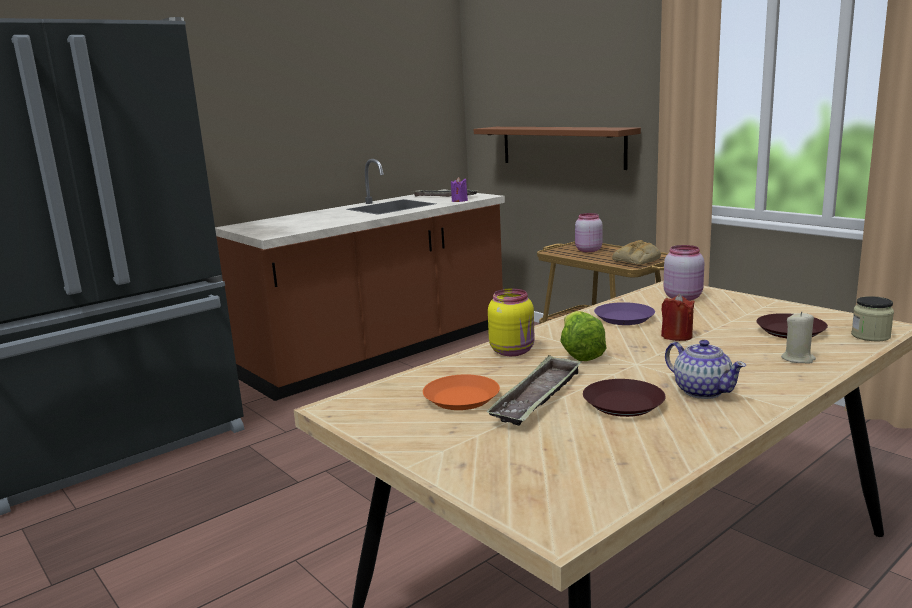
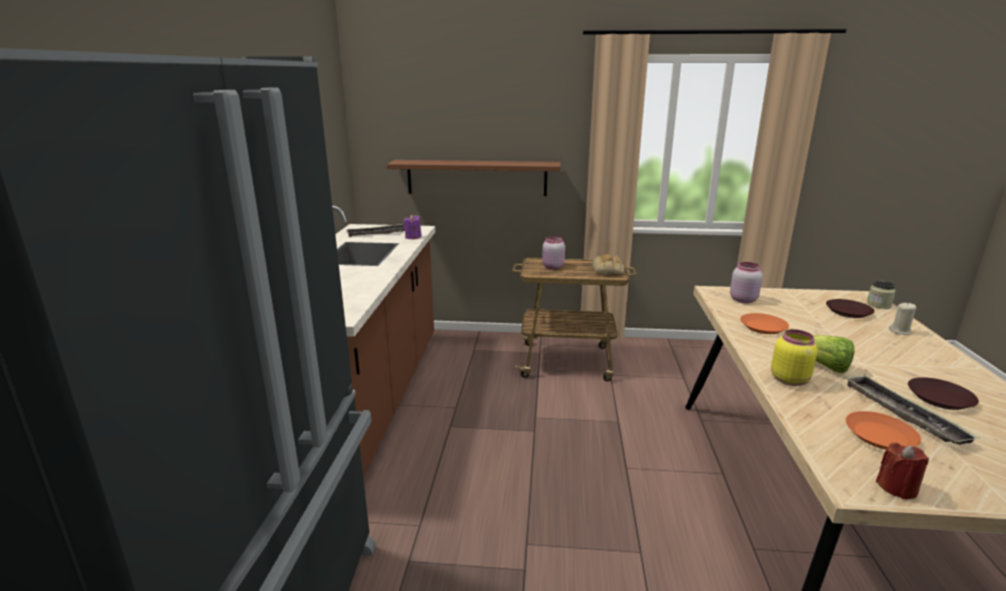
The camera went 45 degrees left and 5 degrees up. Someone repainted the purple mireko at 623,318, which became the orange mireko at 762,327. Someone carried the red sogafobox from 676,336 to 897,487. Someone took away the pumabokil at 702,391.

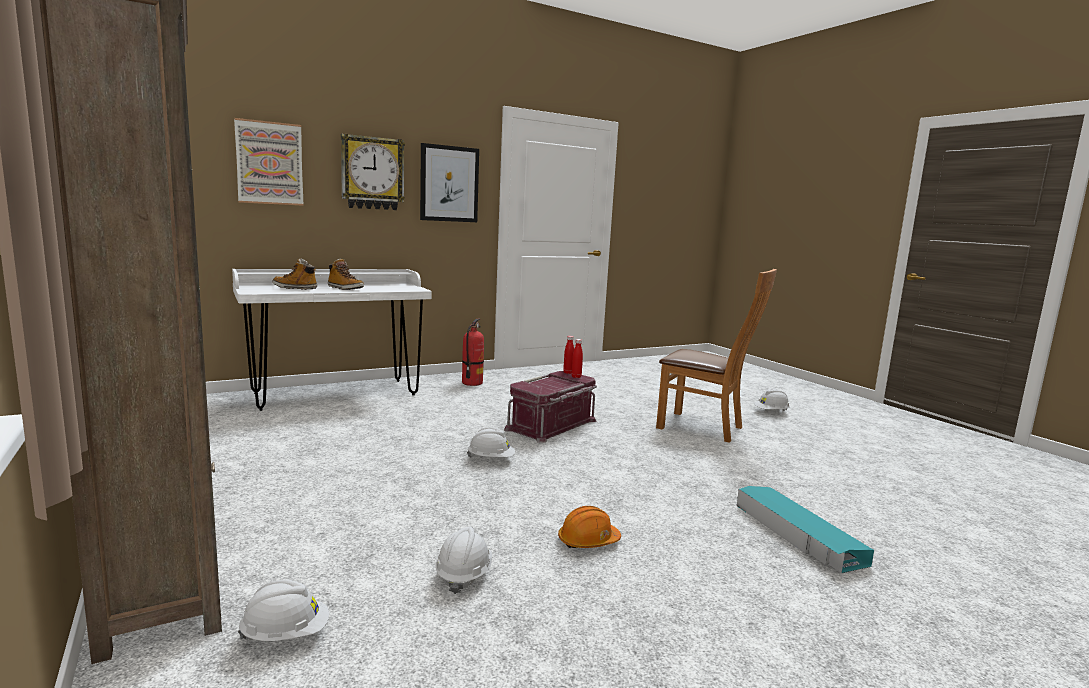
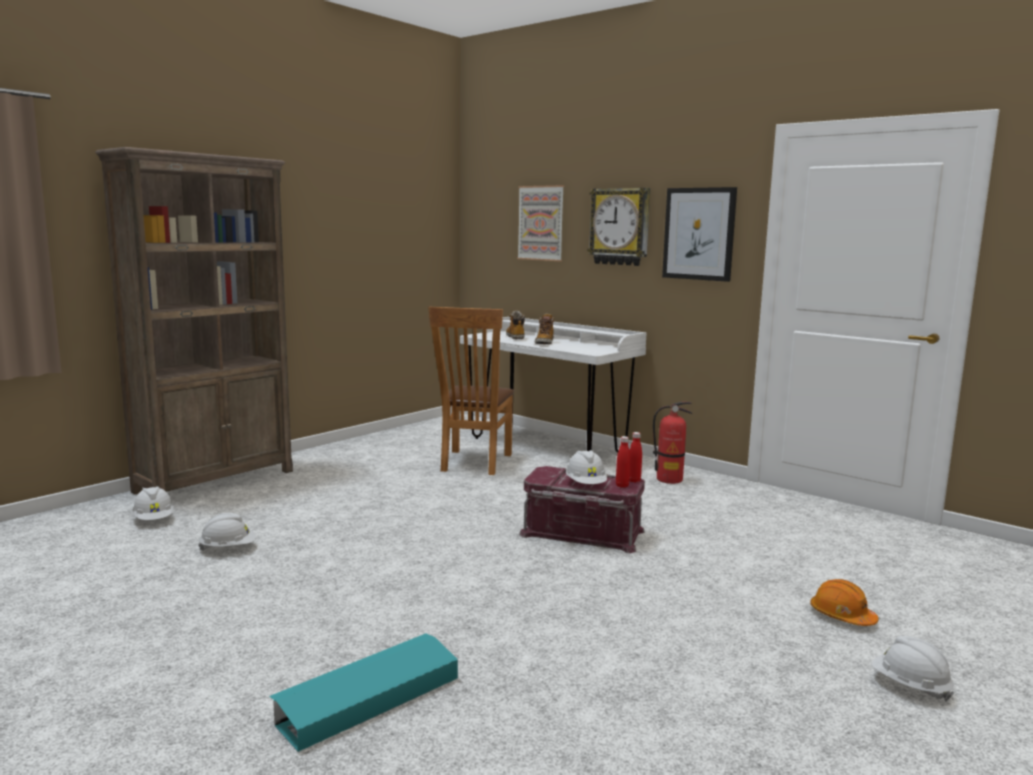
The camera went 70 degrees right and 0 degrees up. Someone carried the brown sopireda from 705,428 to 473,464. Someone carried the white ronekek from 491,459 to 586,485. Someone carried the orange ronekek from 588,541 to 842,616.

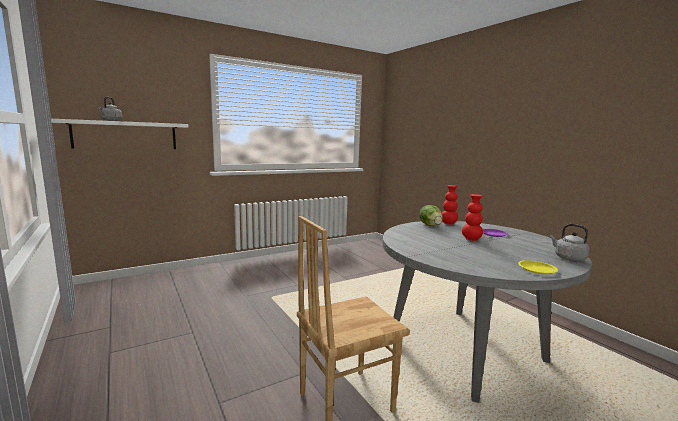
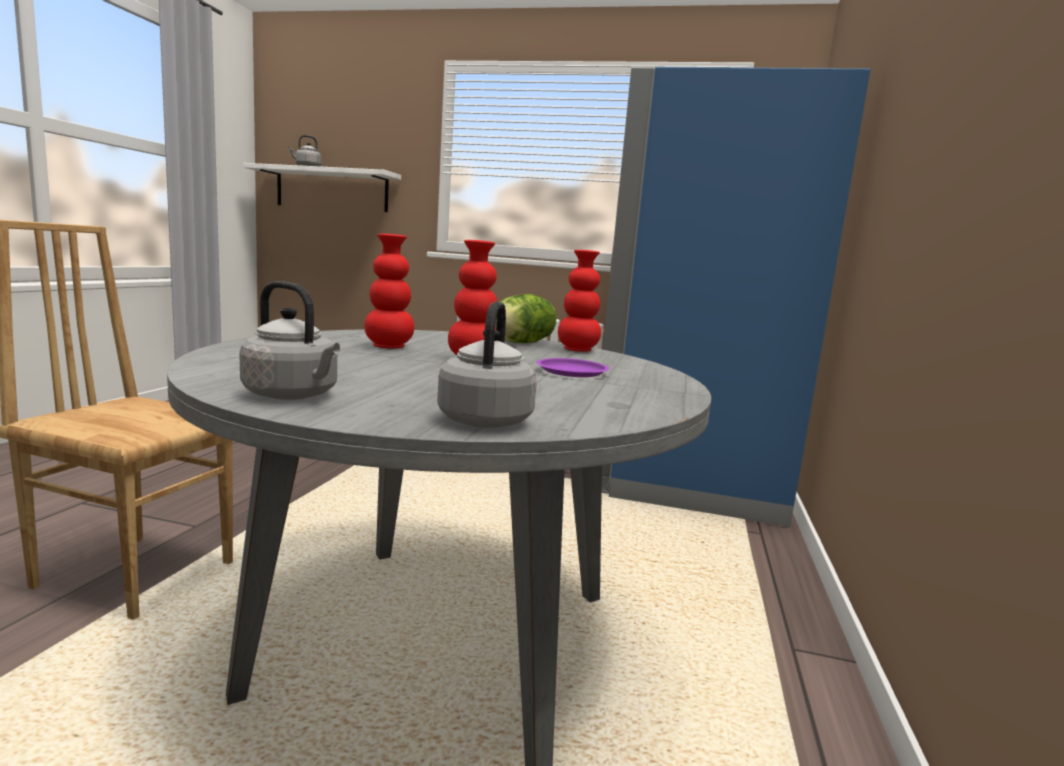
The camera went 45 degrees right and 0 degrees up. Someone swapped the yellow mireko at 537,269 for the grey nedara at 294,395. Someone put down the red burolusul at 388,347. Someone put down the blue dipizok at 684,469.

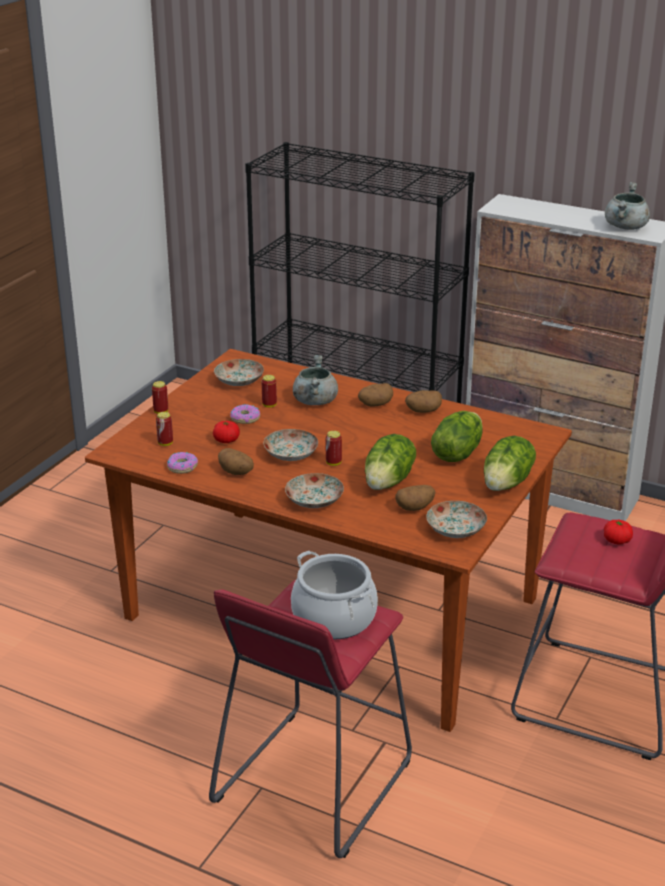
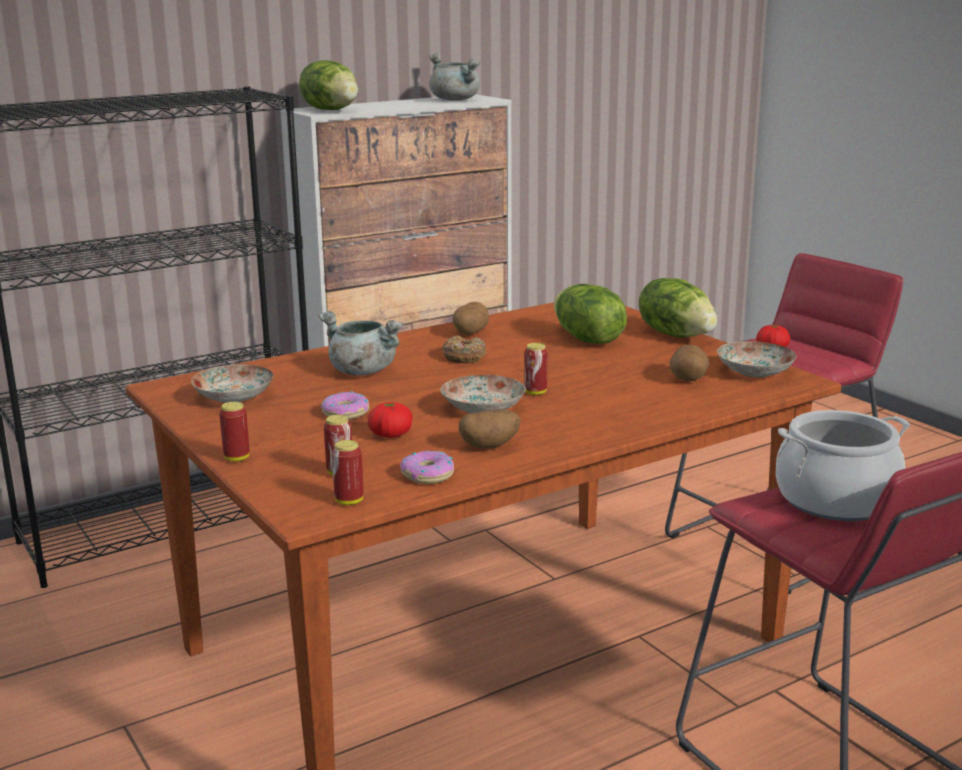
The camera went 60 degrees left and 10 degrees down. Someone carried the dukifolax from 389,481 to 331,110. Someone carried the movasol from 269,405 to 349,501. Someone put down the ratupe at 464,357. Someone took away the mireko at 314,501. Someone took away the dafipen at 375,404.

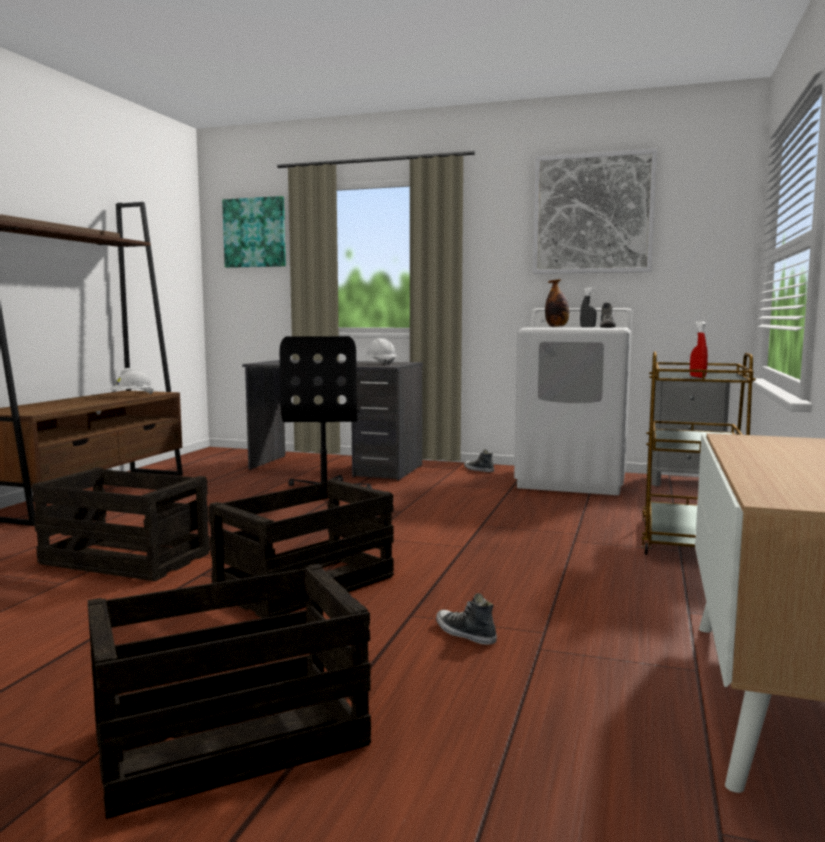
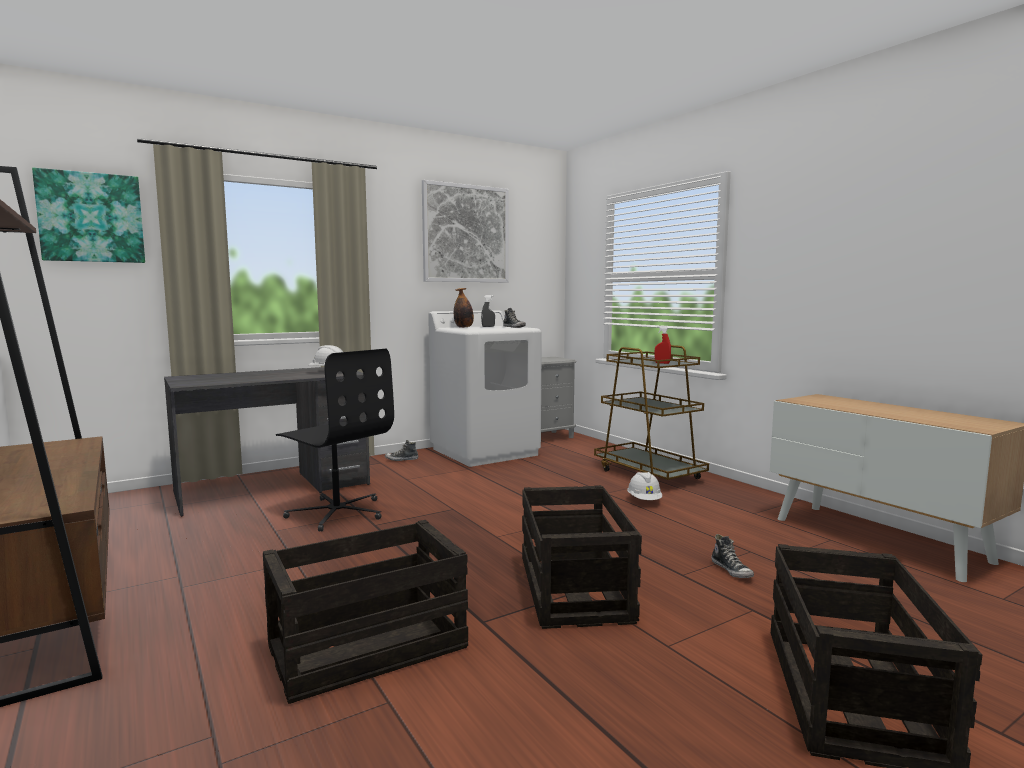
The camera went 50 degrees left and 0 degrees up. Someone carried the white ronekek from 132,396 to 644,500. Someone rotated the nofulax at 465,634 by 105 degrees counterclockwise.

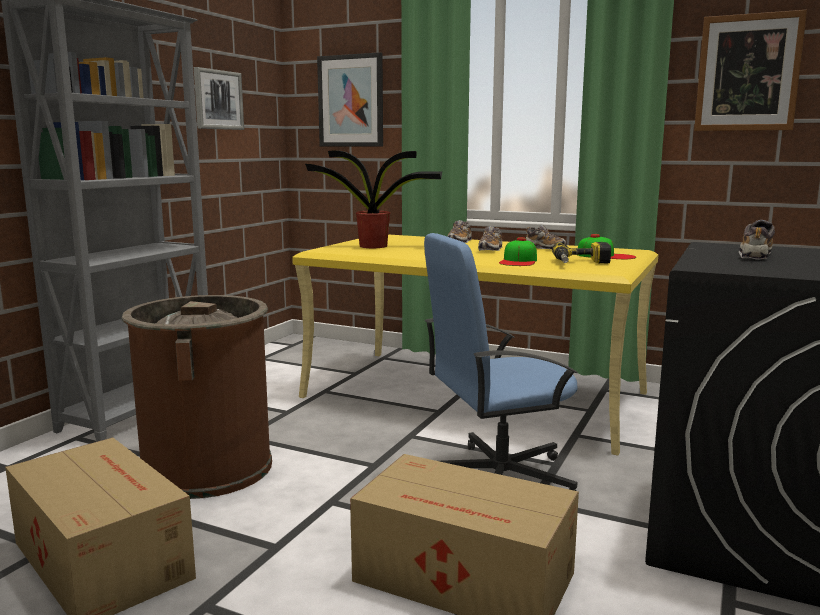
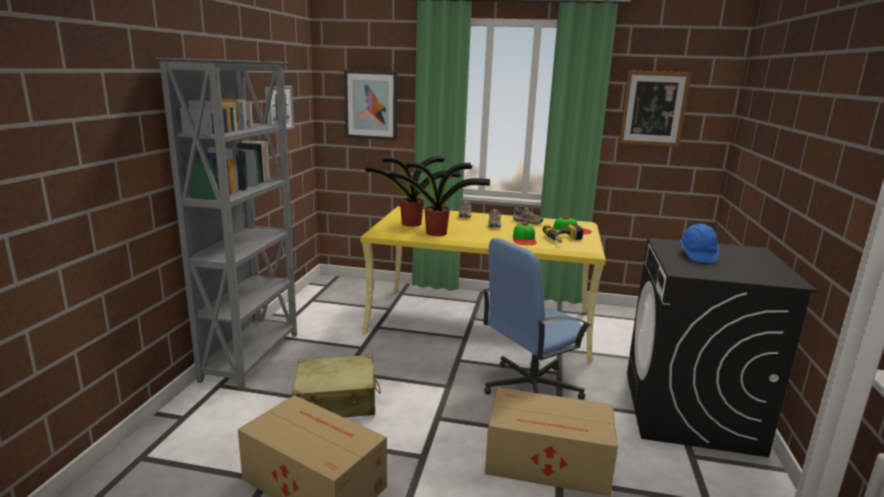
The camera went 15 degrees left and 5 degrees up. Someone swapped the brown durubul at 207,467 for the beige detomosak at 336,400. Someone put down the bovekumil at 437,233. Someone swapped the nofulax at 755,255 for the blue ronekek at 697,255.

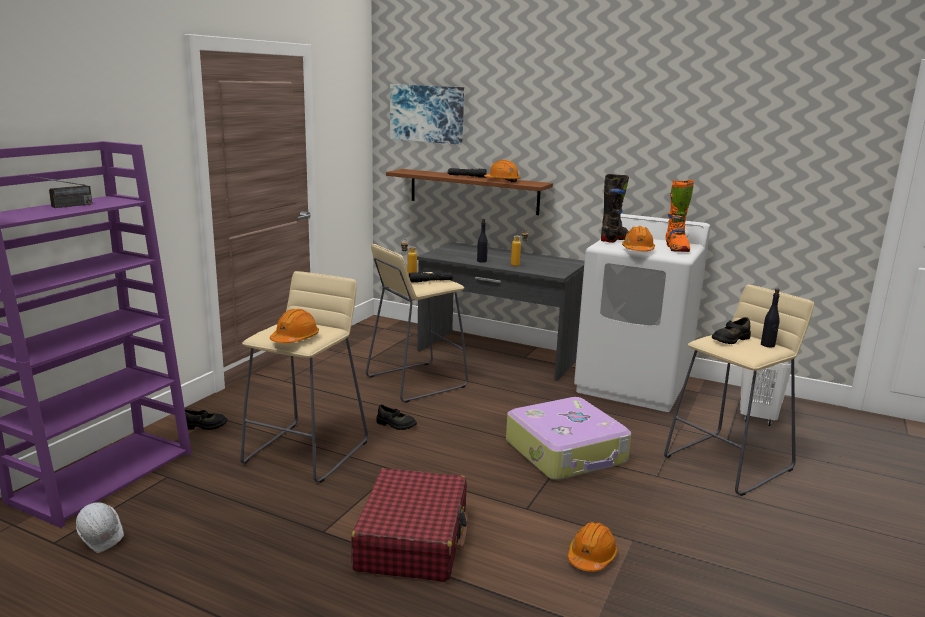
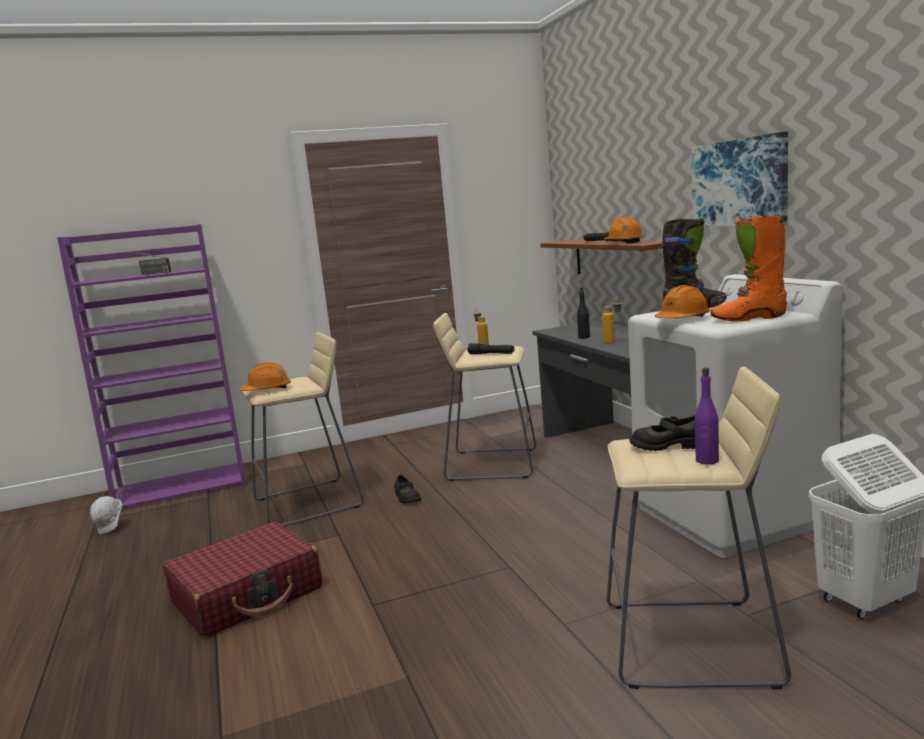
The camera went 45 degrees right and 5 degrees down. Someone carried the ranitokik from 427,113 to 740,183. Someone repainted the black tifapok at 767,345, which became the purple tifapok at 707,460. Someone rotated the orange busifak at 676,249 by 45 degrees clockwise. Someone took away the black nofulax at 204,426. Someone took away the detomosak at 567,452. Someone took away the orange ronekek at 591,557.

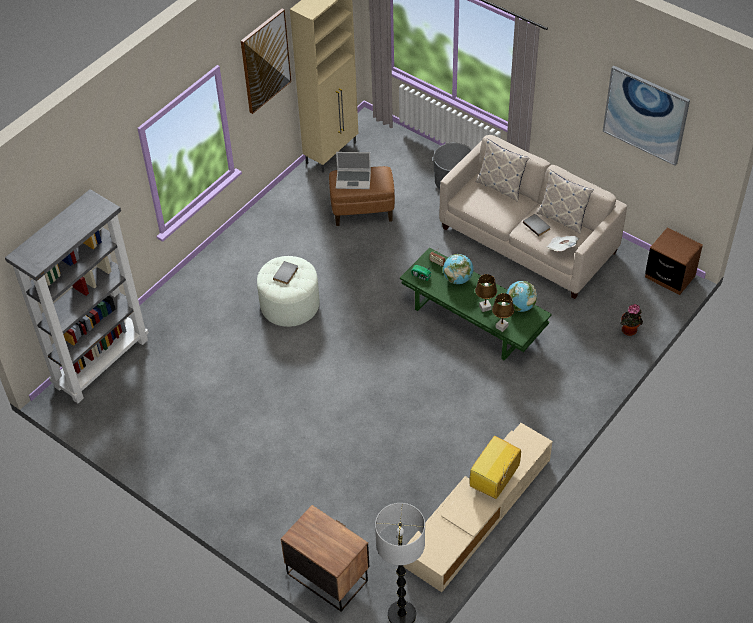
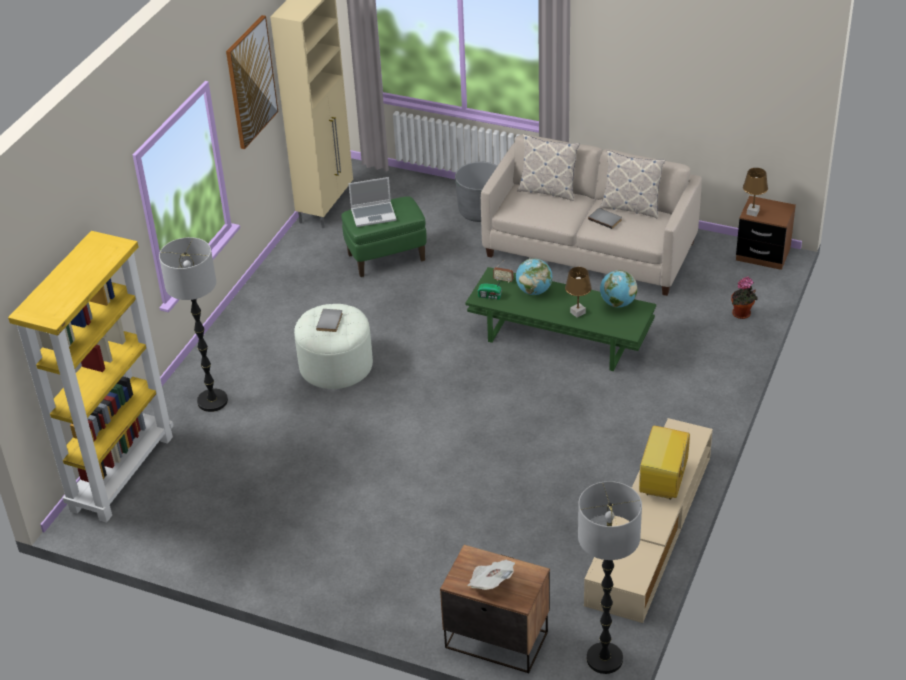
The camera went 15 degrees left and 10 degrees down. Someone repainted the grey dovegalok at 101,362, which became the yellow dovegalok at 122,472. Someone put down the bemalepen at 212,401. Someone repainted the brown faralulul at 363,212, which became the green faralulul at 386,257. Someone carried the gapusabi from 561,248 to 491,582. Someone carried the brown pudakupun from 501,327 to 753,212. Someone took away the ranitokik at 645,115.

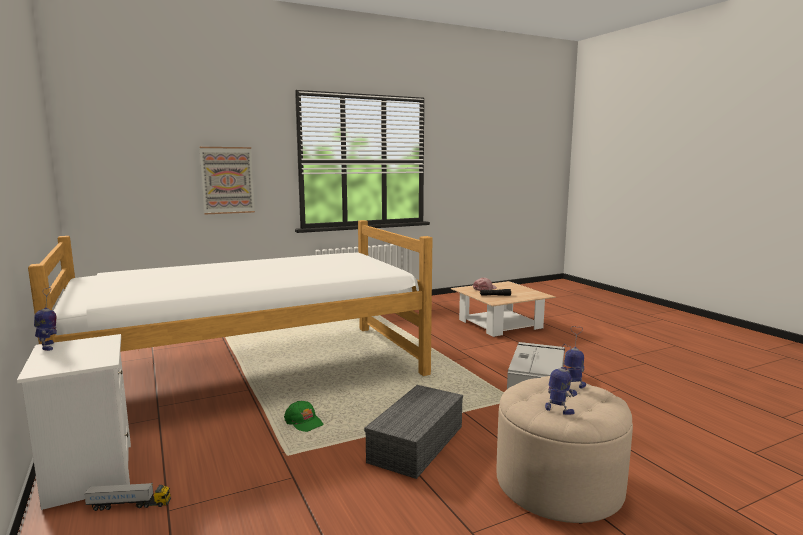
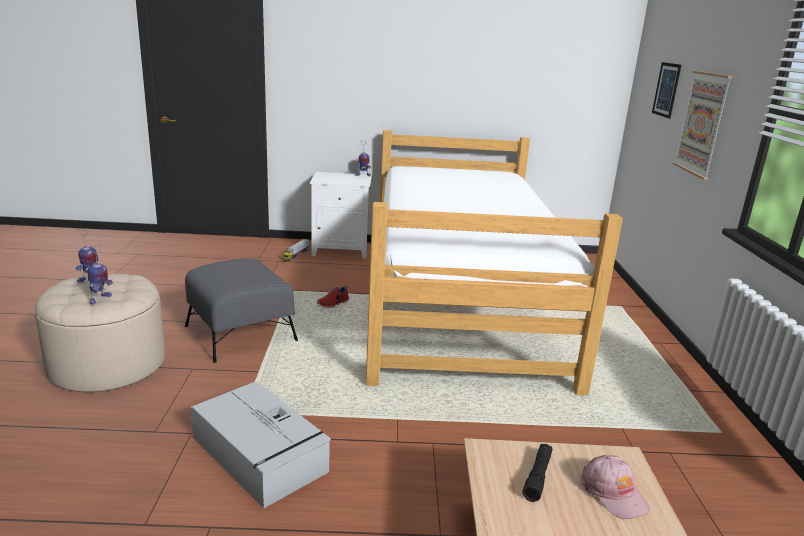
The camera went 115 degrees right and 10 degrees up. Someone swapped the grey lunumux at 417,444 for the grey faralulul at 240,333. Someone swapped the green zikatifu at 304,422 for the red nofulax at 333,304. Someone put up the ranitokik at 666,89.

